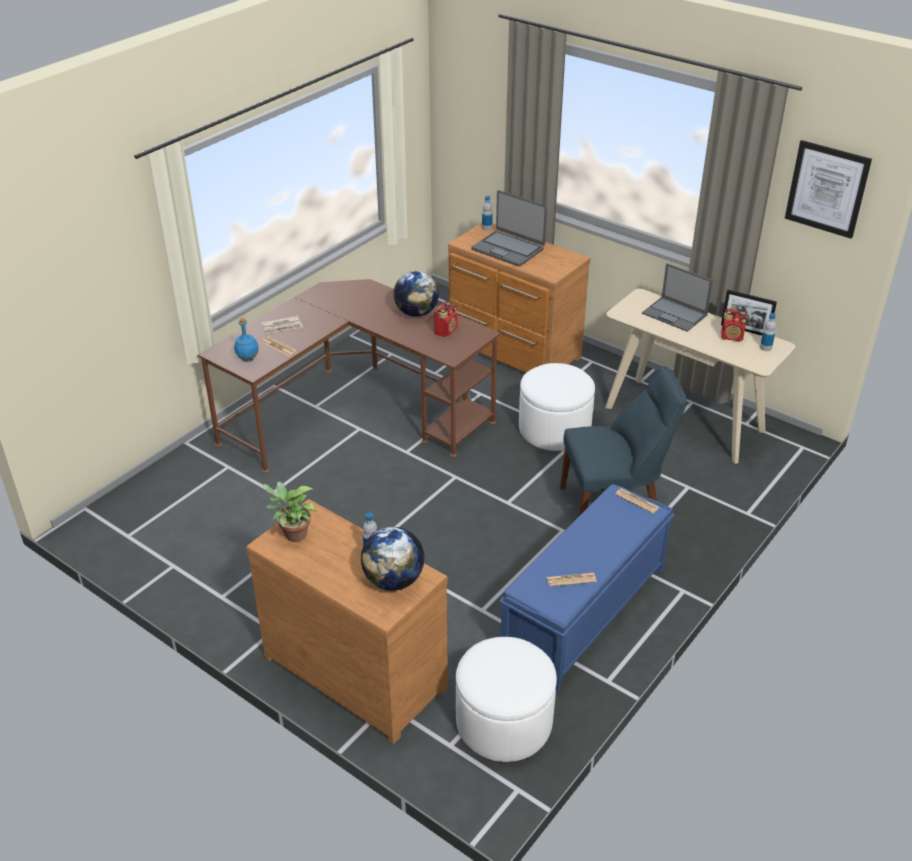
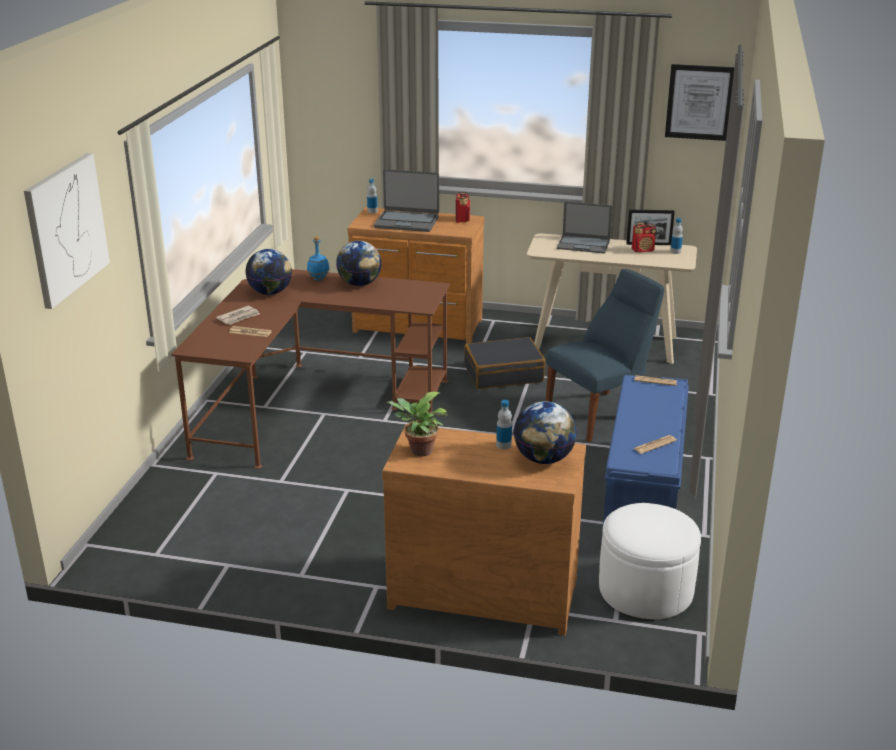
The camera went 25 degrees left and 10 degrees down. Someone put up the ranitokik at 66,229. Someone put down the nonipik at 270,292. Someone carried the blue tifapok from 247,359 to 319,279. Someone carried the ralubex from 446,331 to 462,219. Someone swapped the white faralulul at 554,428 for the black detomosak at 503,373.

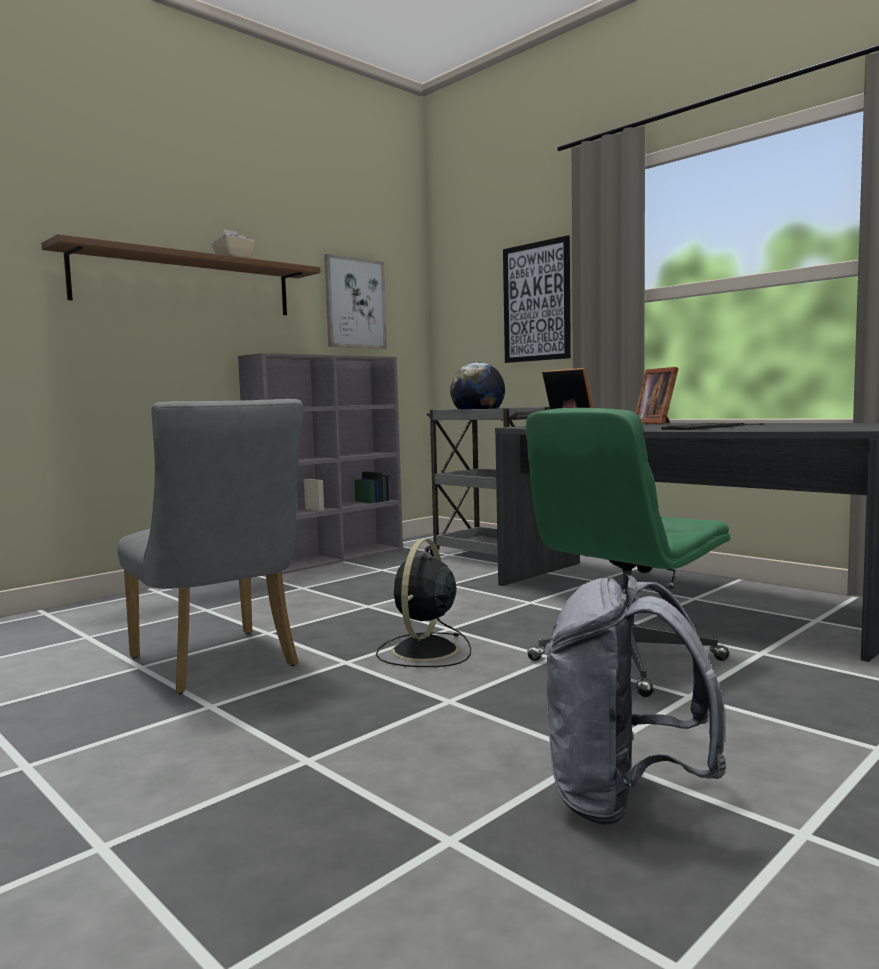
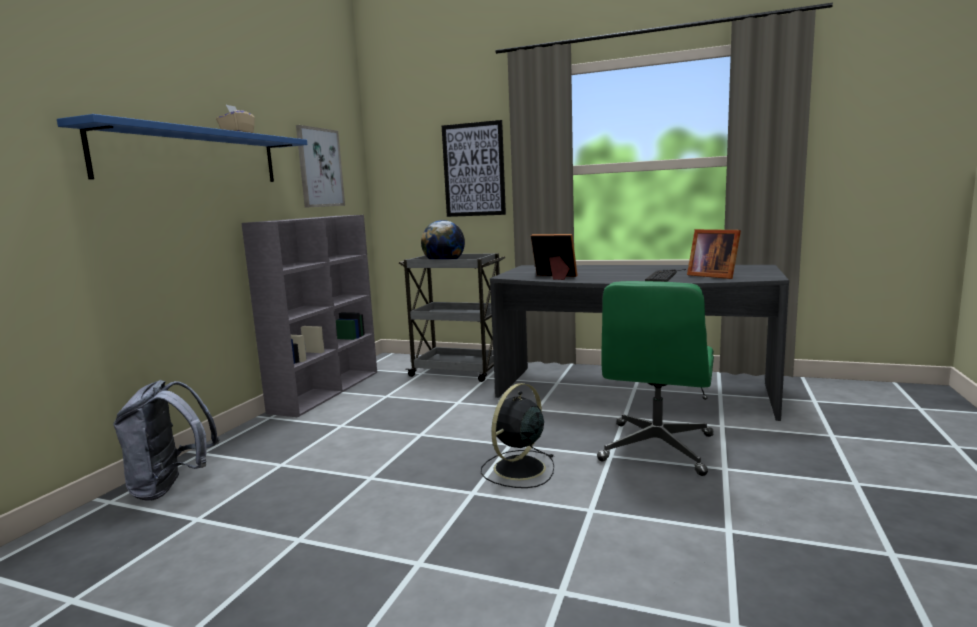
The camera went 25 degrees left and 5 degrees up. Someone repainted the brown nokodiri at 186,284, which became the blue nokodiri at 193,157. Someone carried the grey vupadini from 623,799 to 172,487. Someone rotated the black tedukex at 424,651 by 45 degrees clockwise. Someone carried the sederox from 658,423 to 712,276. Someone took away the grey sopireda at 219,664.

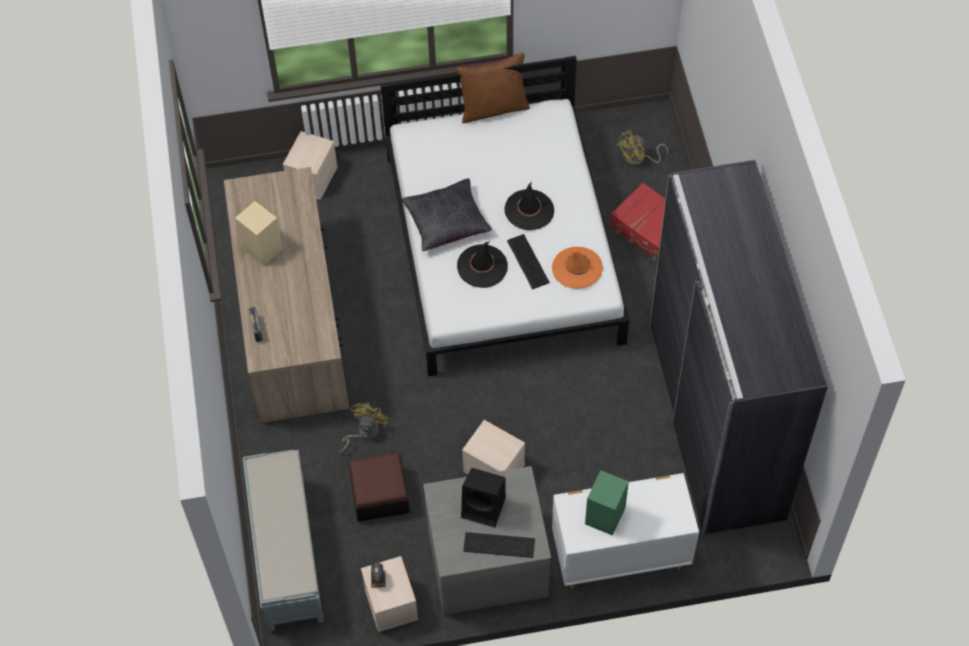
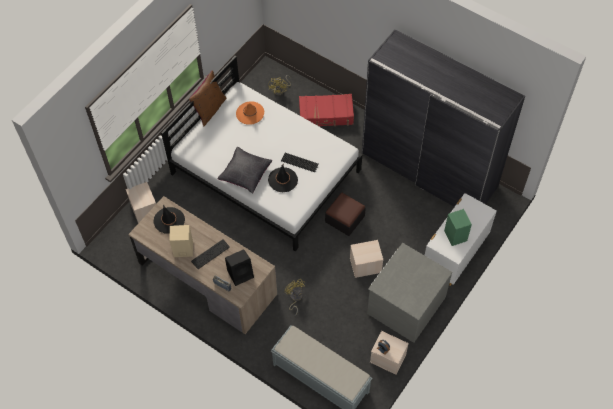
The camera went 45 degrees left and 0 degrees up. Someone carried the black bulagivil from 529,210 to 169,220. Someone carried the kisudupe from 498,546 to 210,255. Someone carried the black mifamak from 484,507 to 241,273. Someone carried the orange bulagivil from 577,268 to 250,113. Someone carried the faralulul from 380,494 to 345,219.

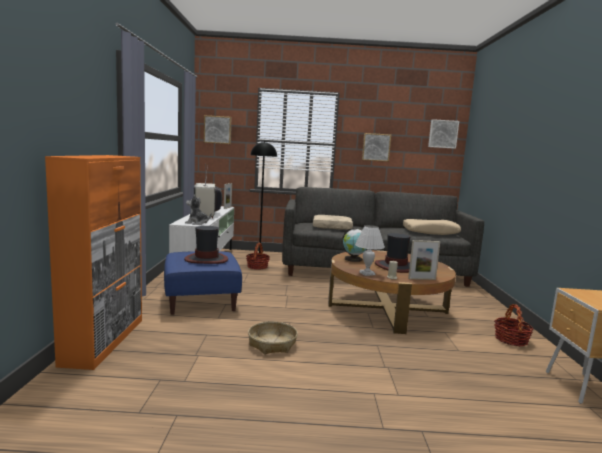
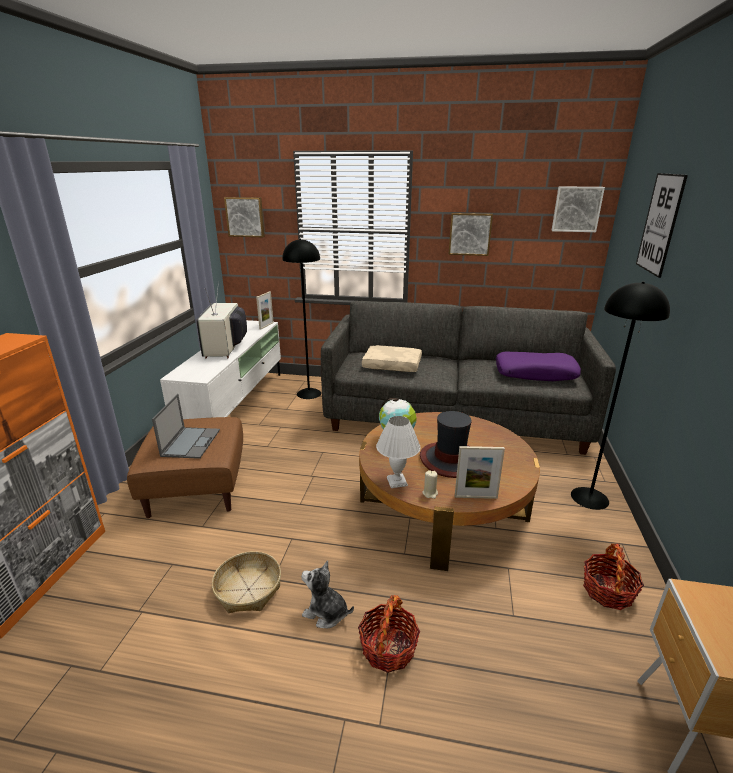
The camera went 10 degrees right and 15 degrees up. Someone repainted the blue faralulul at 202,300, which became the brown faralulul at 197,487. Someone swapped the bulagivil at 206,259 for the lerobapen at 191,442. Someone carried the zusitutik from 197,223 to 326,613. Someone carried the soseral from 257,267 to 388,648. Someone repainted the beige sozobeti at 430,232, which became the purple sozobeti at 535,373. Someone put down the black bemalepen at 590,498. Someone put up the ranitokik at 660,224.

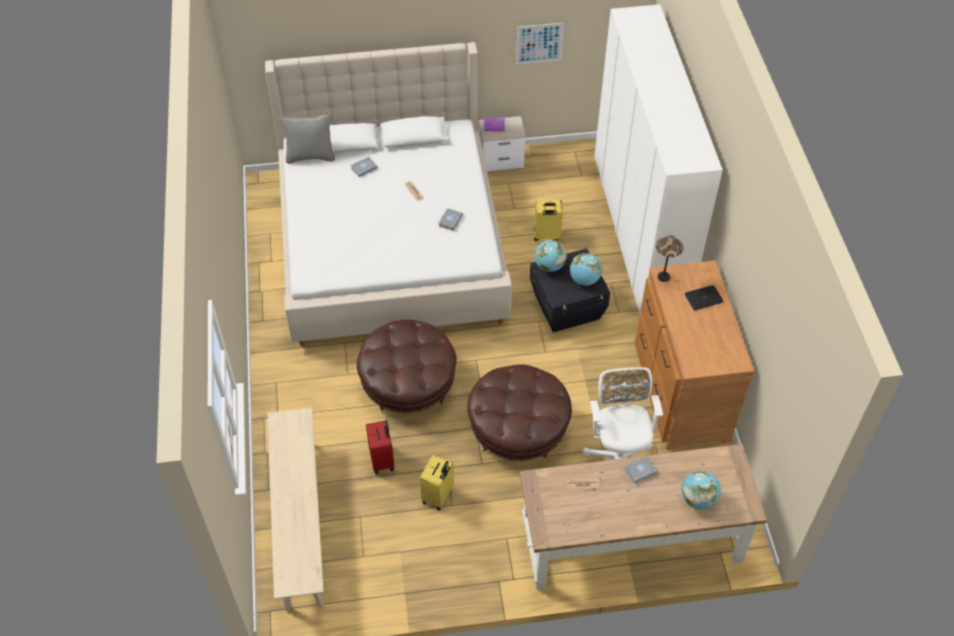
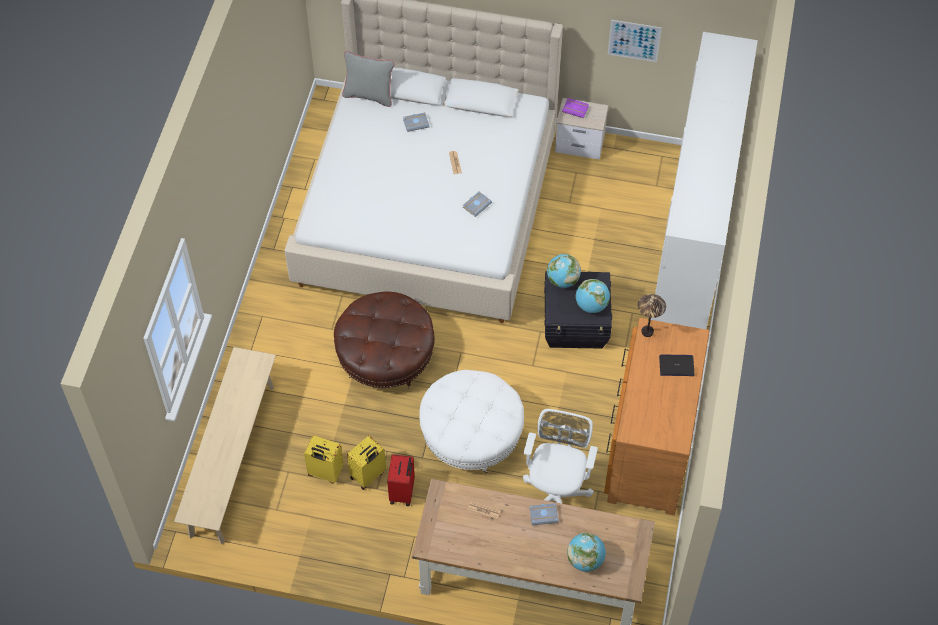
The camera went 20 degrees right and 5 degrees up. Someone carried the yellow detomosak from 546,235 to 325,472. Someone carried the red detomosak from 383,460 to 403,492. Someone repainted the brown faralulul at 518,429, which became the white faralulul at 471,435.

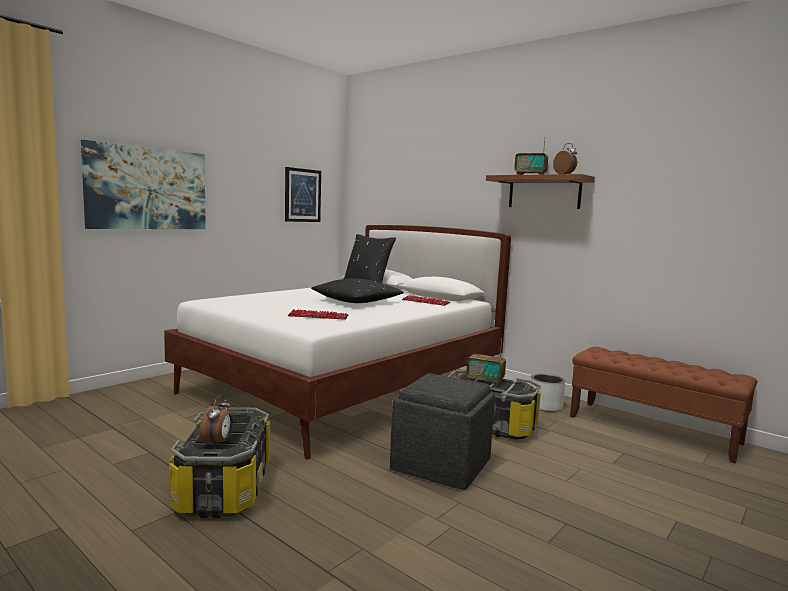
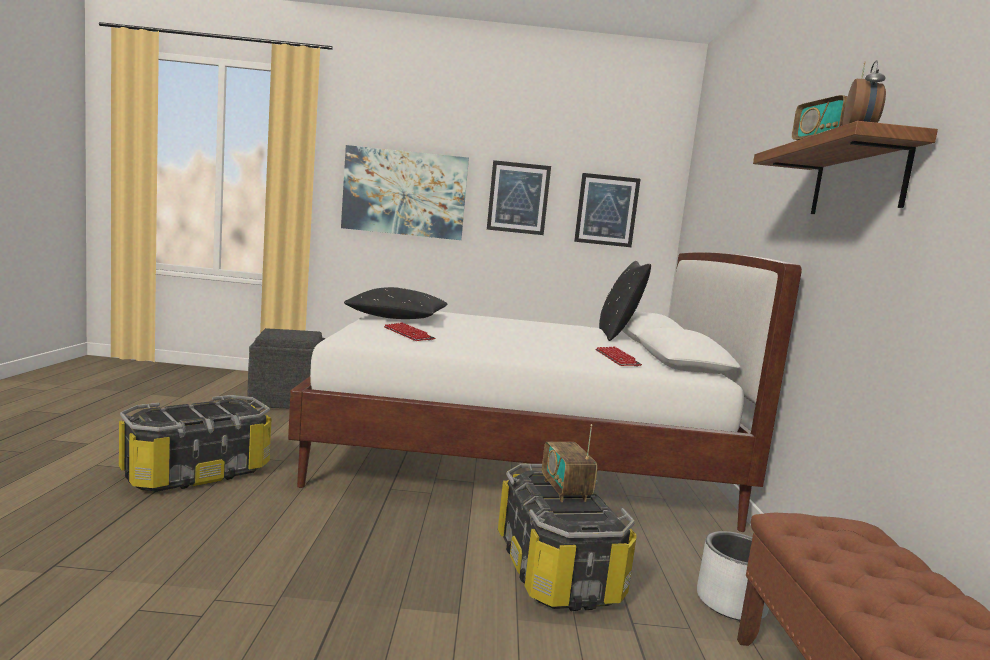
The camera went 50 degrees right and 0 degrees up. Someone carried the grey faralulul from 442,464 to 287,400. Someone carried the black sozobeti from 357,301 to 397,318. Someone put up the ranitokik at 518,198. Someone took away the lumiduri at 218,443.

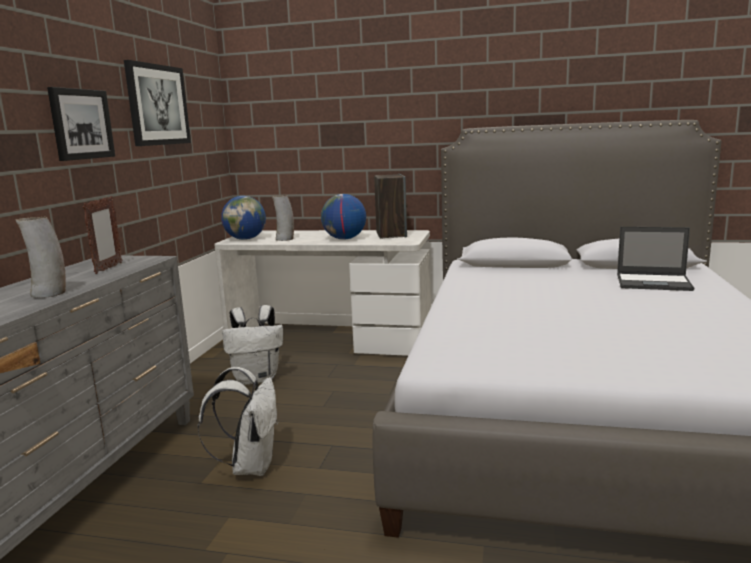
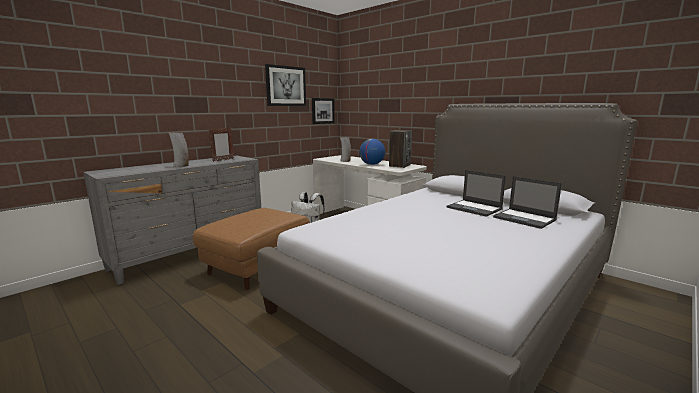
The camera went 30 degrees right and 0 degrees up. Someone swapped the white vupadini at 250,466 for the brown faralulul at 257,265. Someone carried the ranitokik from 81,124 to 322,111. Someone put down the lerobapen at 475,208. Someone took away the nonipik at 246,239.

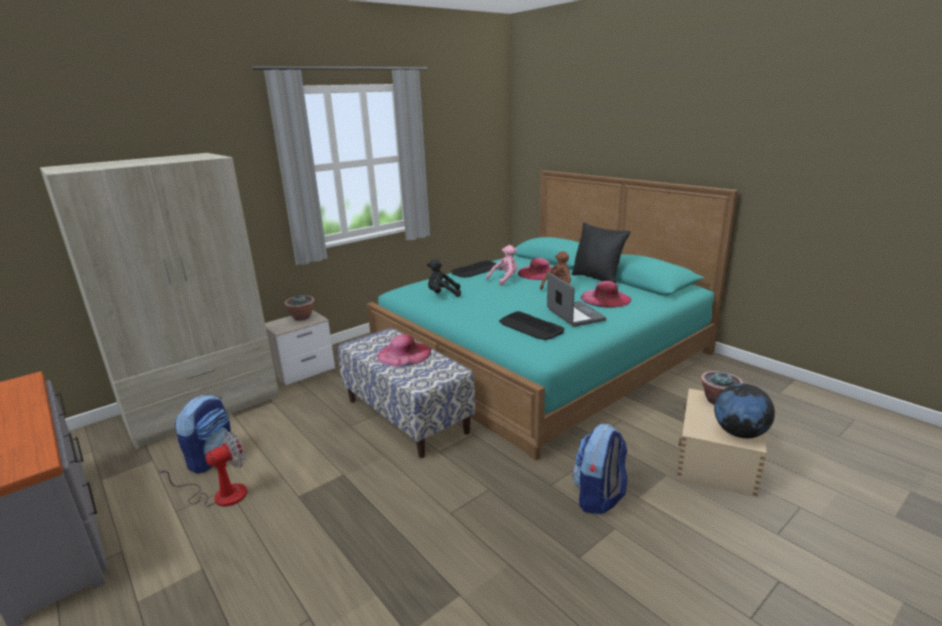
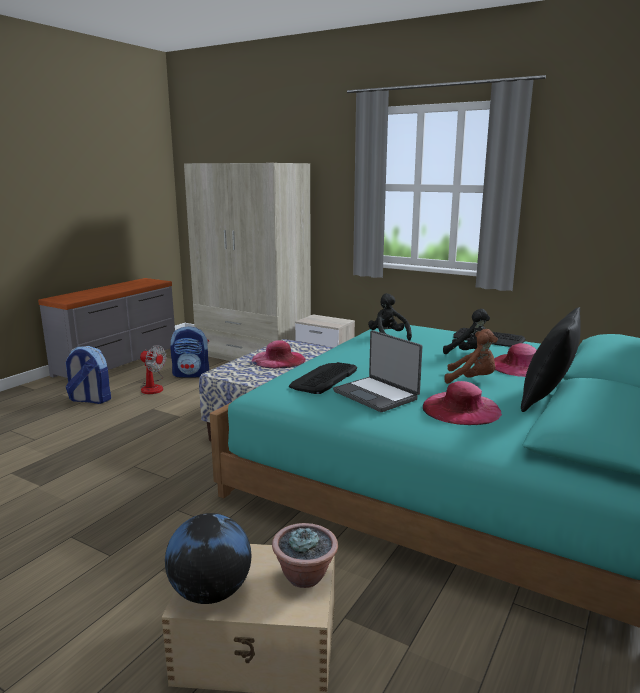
The camera went 70 degrees right and 5 degrees down. Someone carried the vupadini from 599,497 to 90,400. Someone rotated the lerobapen at 574,315 by 90 degrees clockwise. Someone repainted the pink zusitutik at 504,279, which became the black zusitutik at 469,353. Someone took away the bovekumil at 302,317.

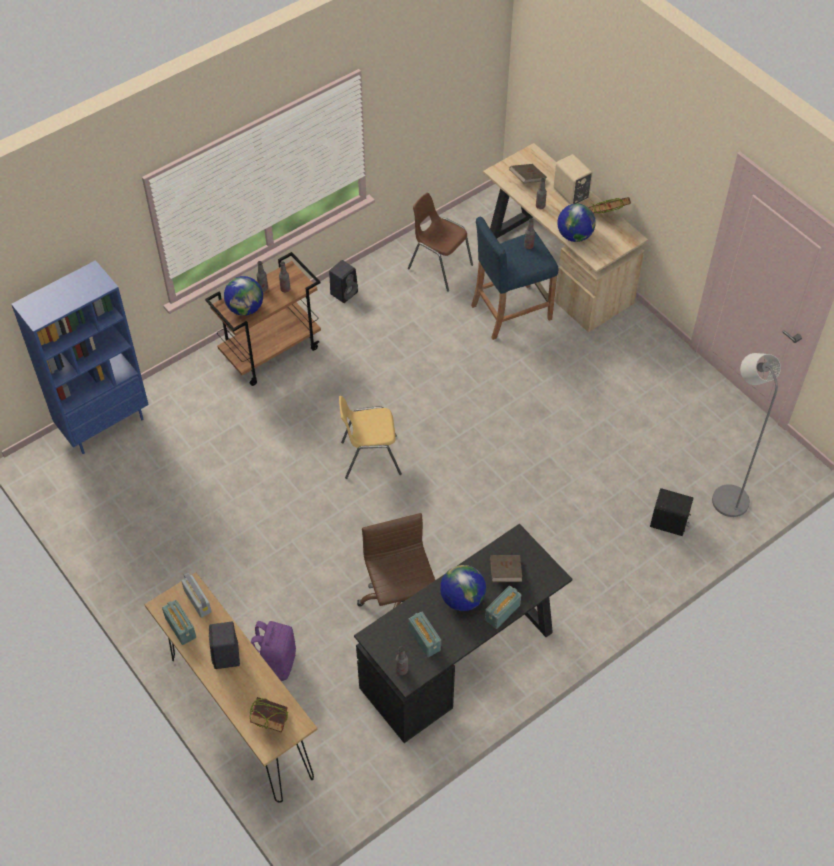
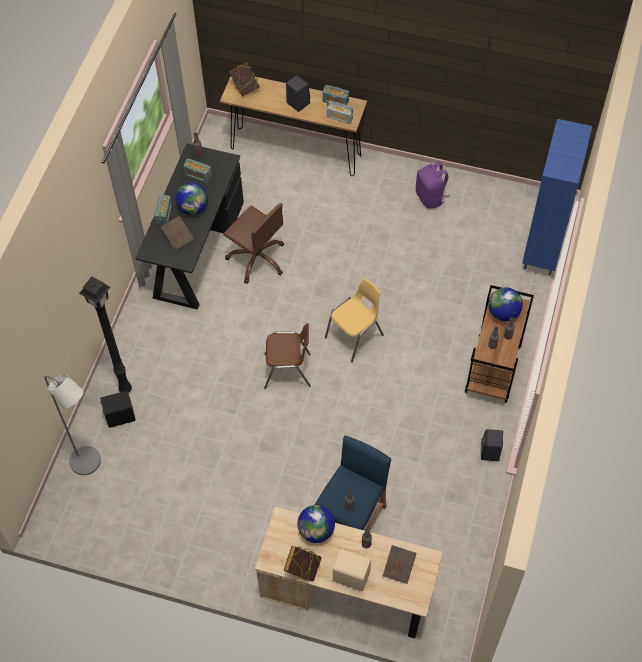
The camera went 145 degrees right and 5 degrees up. Someone put down the black bemalepen at 126,389. Someone carried the brown sopireda from 439,267 to 288,371. Someone carried the purple vupadini from 276,662 to 430,197.

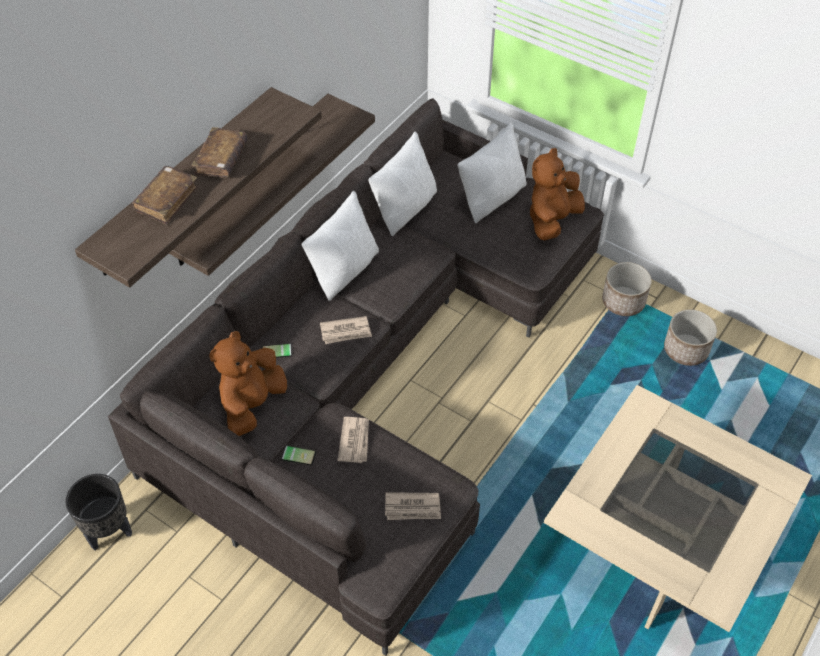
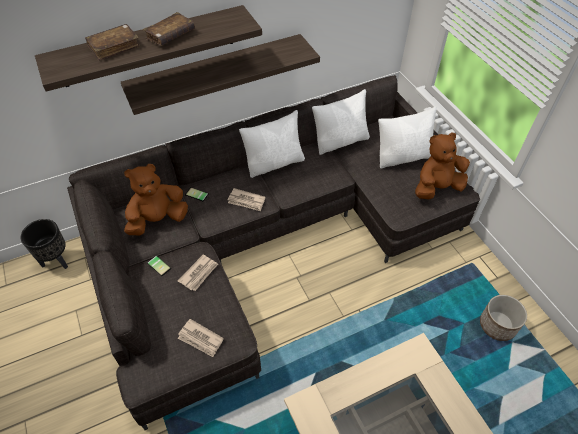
The camera went 30 degrees right and 0 degrees up. Someone took away the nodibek at 623,301.

